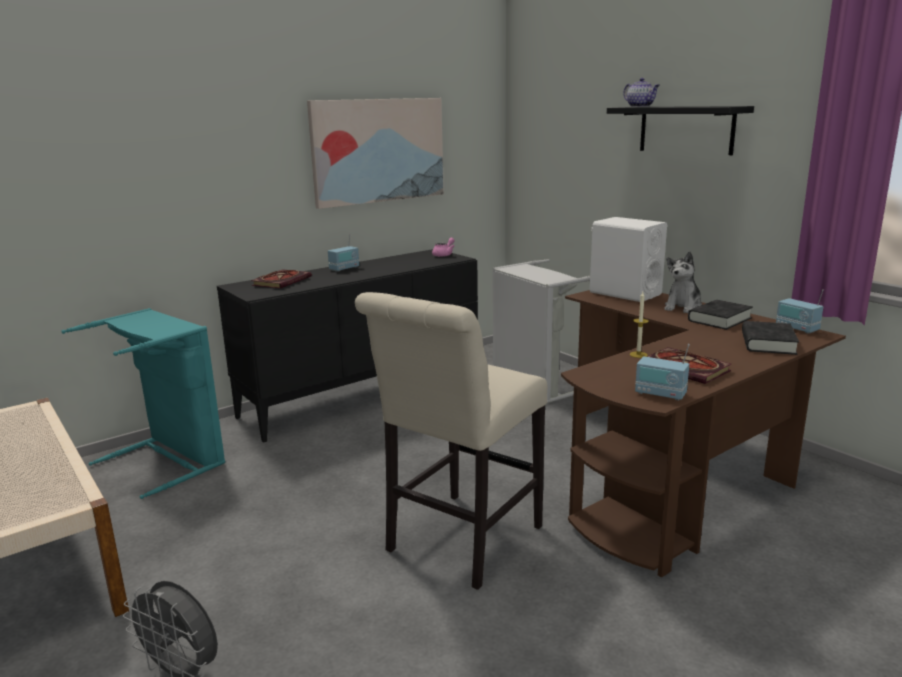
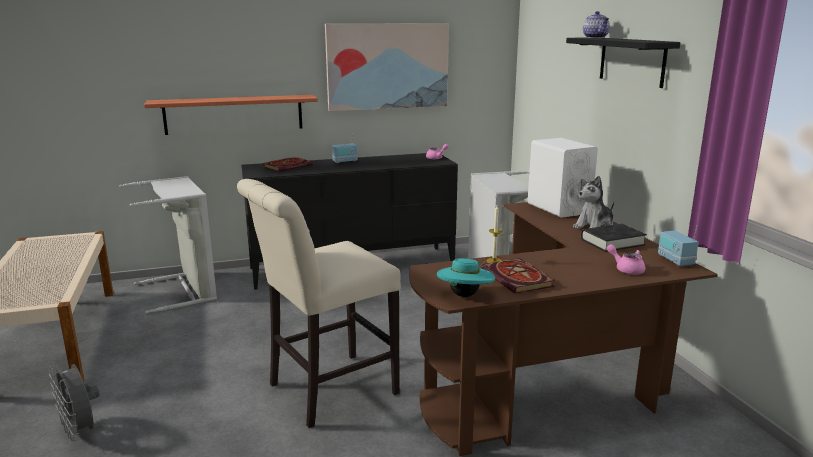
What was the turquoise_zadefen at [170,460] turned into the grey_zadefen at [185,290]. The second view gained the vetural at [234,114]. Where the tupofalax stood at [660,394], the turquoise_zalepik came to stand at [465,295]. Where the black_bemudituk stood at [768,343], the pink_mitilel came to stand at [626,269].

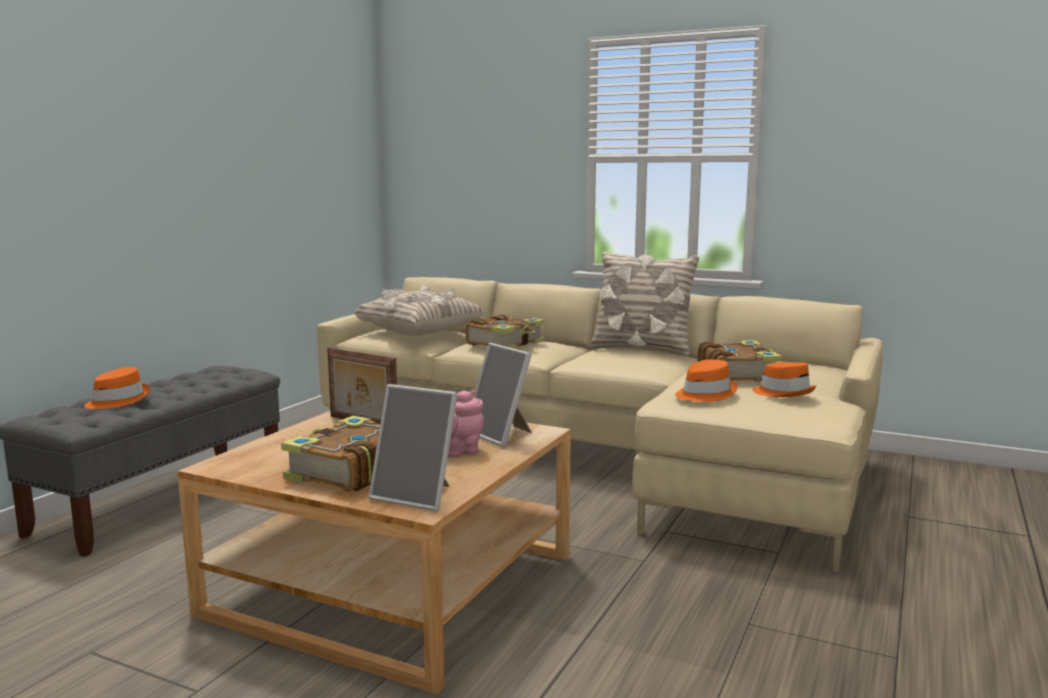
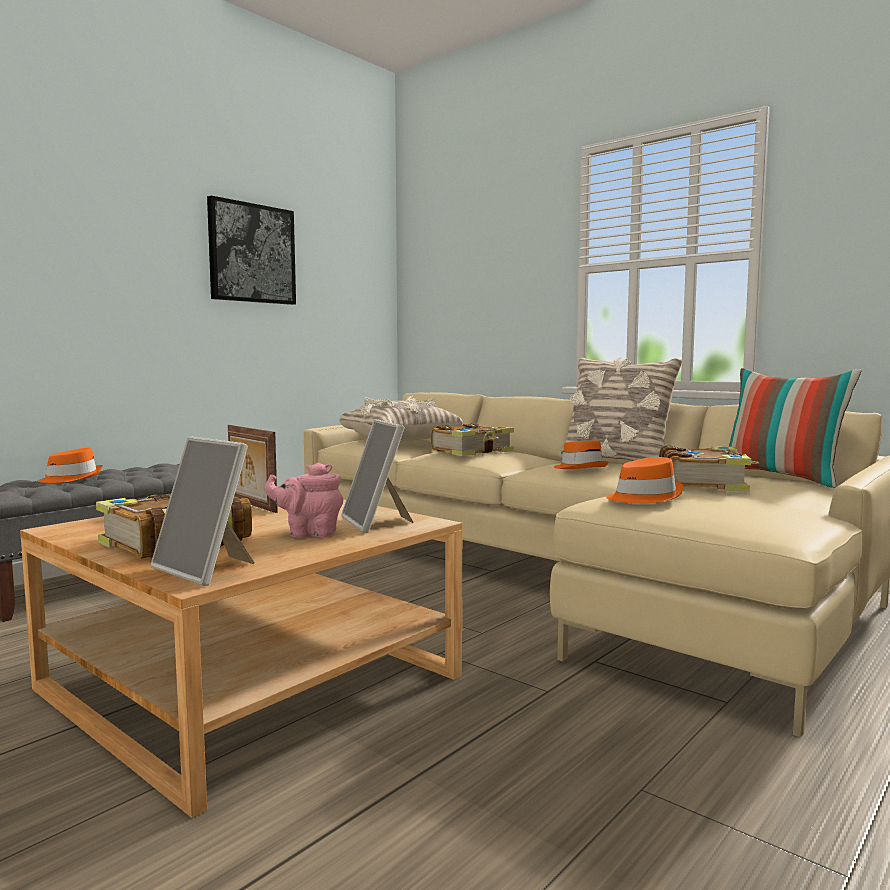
The second view gained the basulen at [251,253]. The orange_zalepik ended up elsewhere, having gone from [783,392] to [580,468]. The second view gained the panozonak at [782,478].

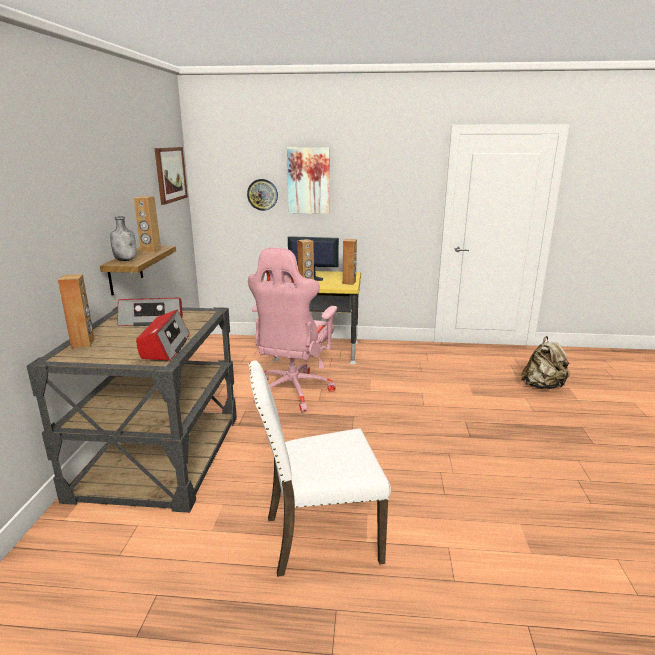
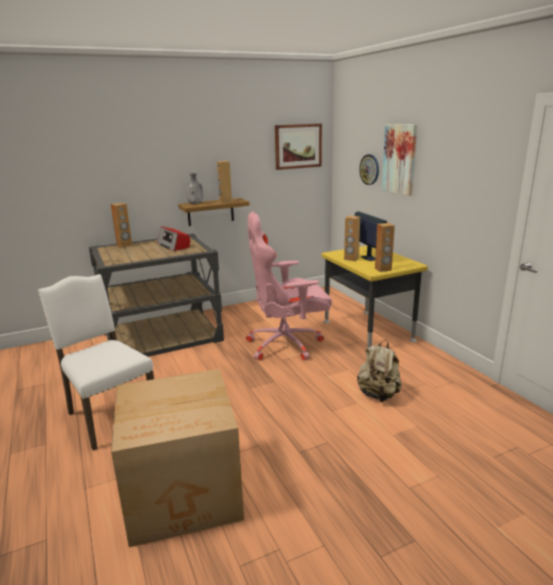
The second view gained the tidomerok at [185,492]. The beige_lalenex ended up elsewhere, having gone from [543,386] to [378,395]. The second view lost the tupofalax at [165,346].

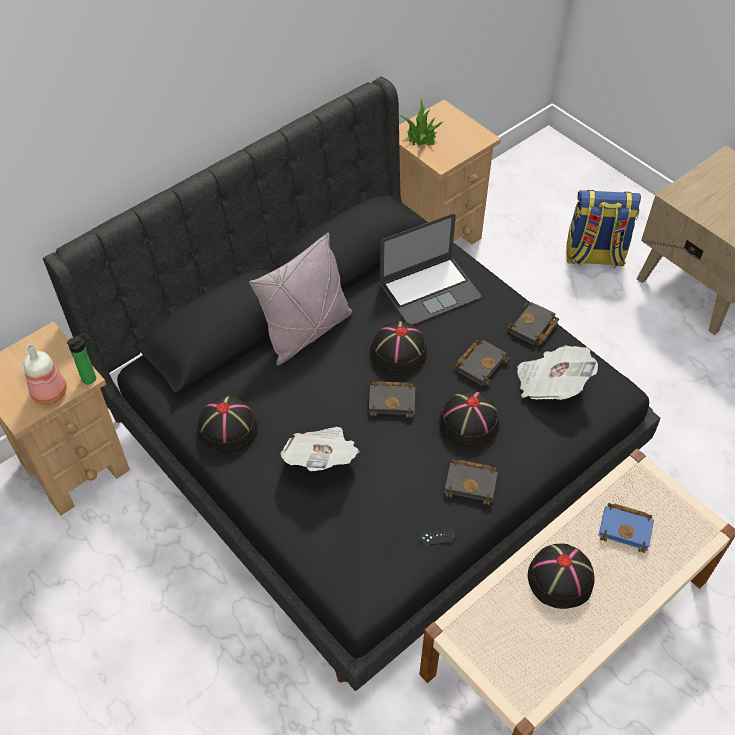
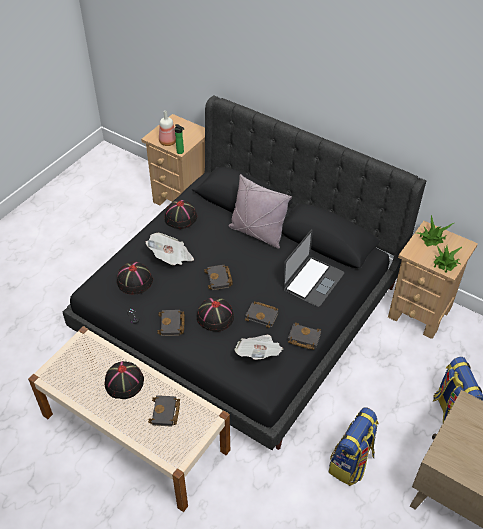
The black_zalepik ended up elsewhere, having gone from [398,352] to [134,280]. What was the blue_bemudituk at [627,528] turned into the black_bemudituk at [165,413]. The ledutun at [430,290] ended up facing another way, 105 degrees counterclockwise from before. The second view gained the lalenex at [351,463]. The second view gained the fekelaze at [445,263].

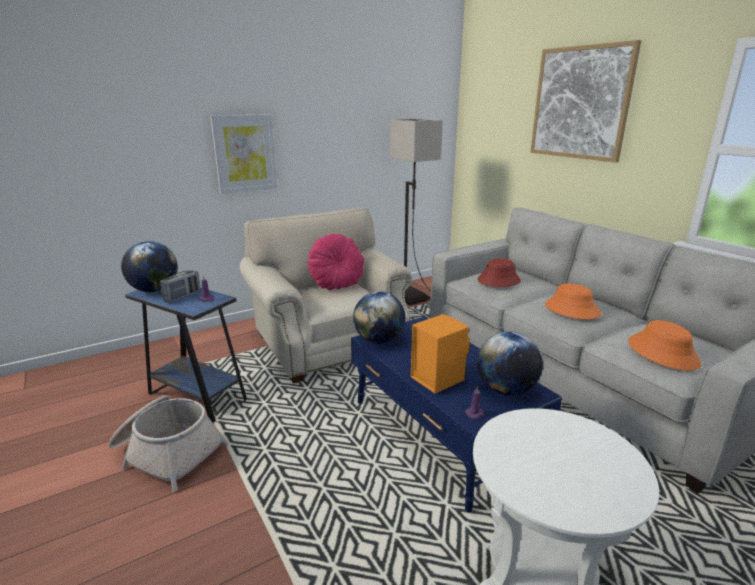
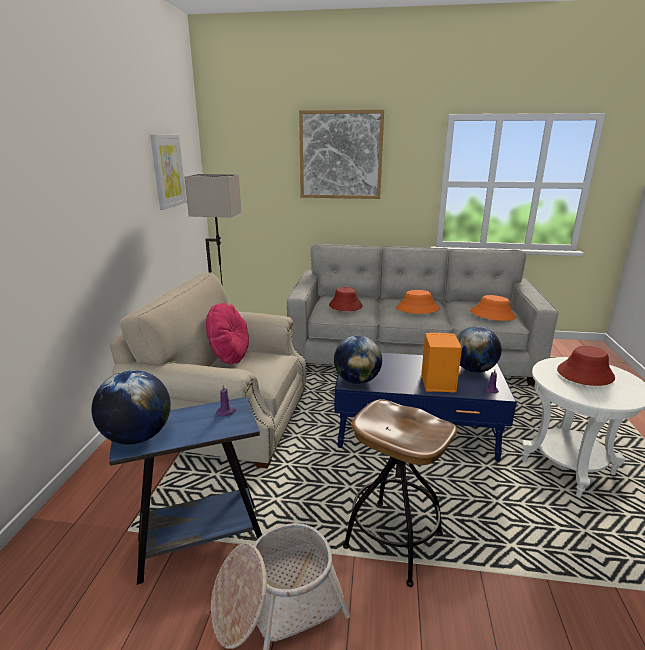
The basulen ended up elsewhere, having gone from [245,153] to [168,171]. The second view gained the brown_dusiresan at [393,540]. The second view gained the red_zalepik at [584,374]. The second view lost the tupofalax at [182,297].

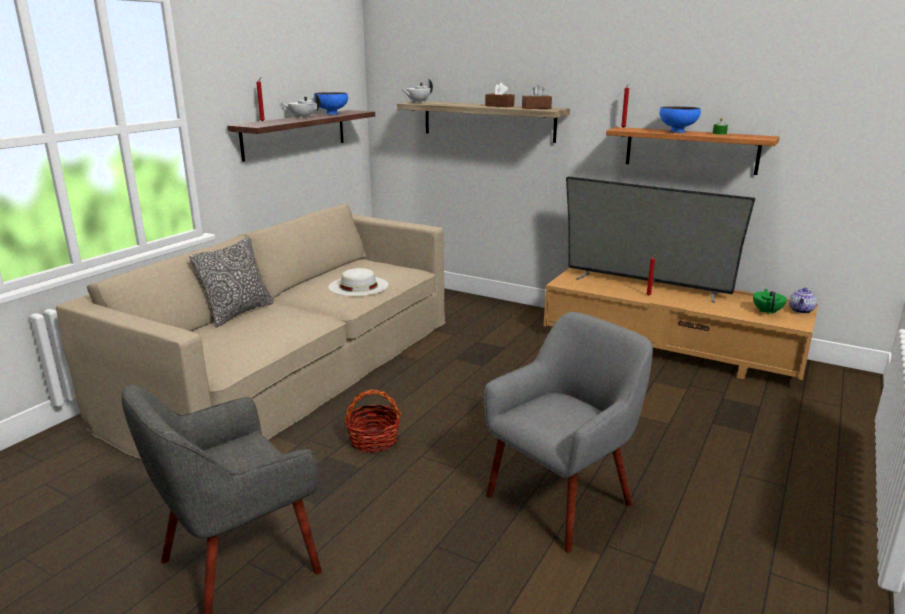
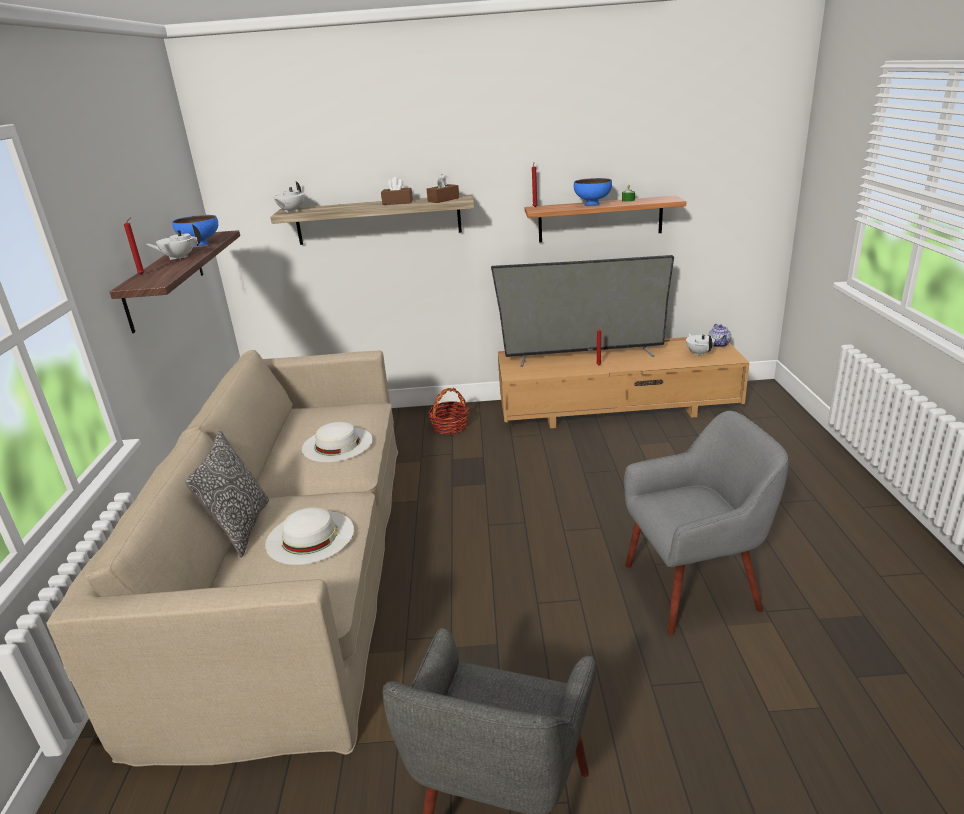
The second view gained the white_zalepik at [310,536]. The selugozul ended up elsewhere, having gone from [373,440] to [450,427]. The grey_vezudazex at [561,500] ended up facing another way, 60 degrees clockwise from before. What was the green_mitilel at [767,311] turned into the white_mitilel at [699,353].

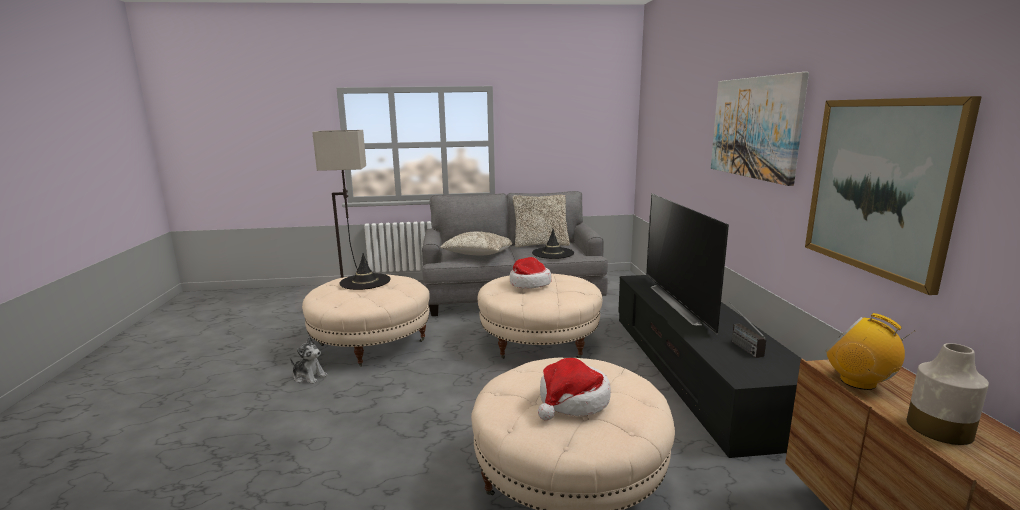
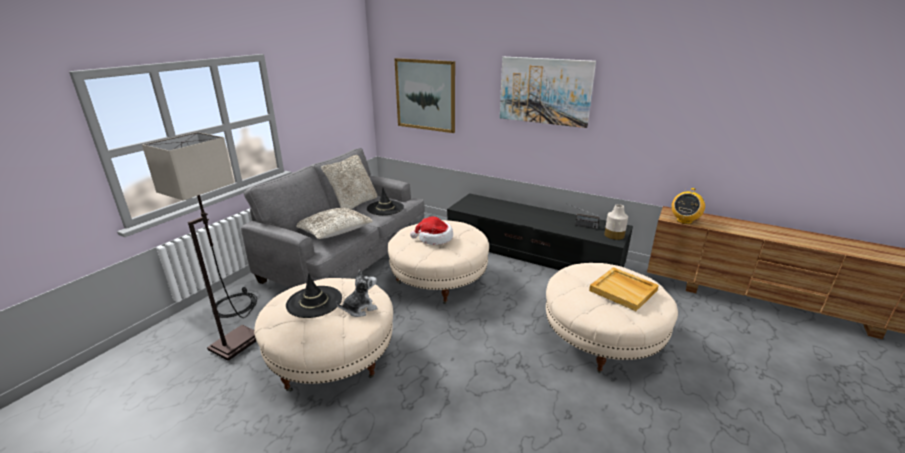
The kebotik ended up elsewhere, having gone from [309,377] to [359,309]. The basulen ended up elsewhere, having gone from [879,186] to [425,95]. Where the zalepik stood at [573,401], the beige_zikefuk came to stand at [624,290]. The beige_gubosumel ended up elsewhere, having gone from [938,428] to [614,235]. The tupofalax at [858,382] ended up facing another way, 45 degrees counterclockwise from before. The second view lost the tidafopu at [682,303].

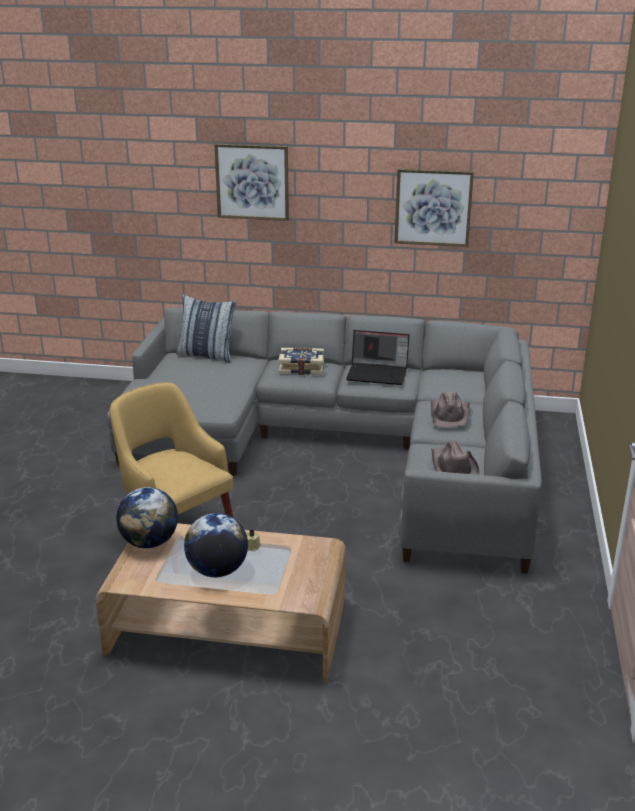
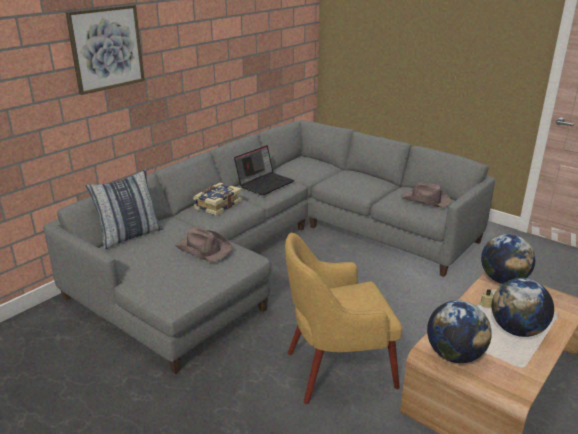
The brown_zalepik ended up elsewhere, having gone from [450,414] to [203,248]. The second view gained the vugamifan at [503,280]. The second view lost the basulen at [433,207].

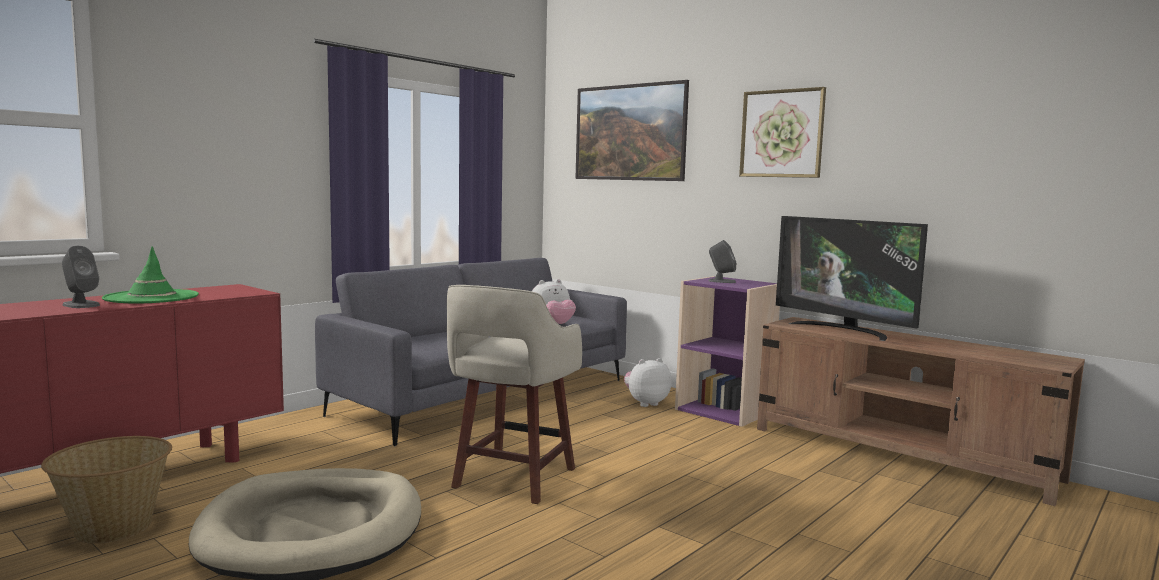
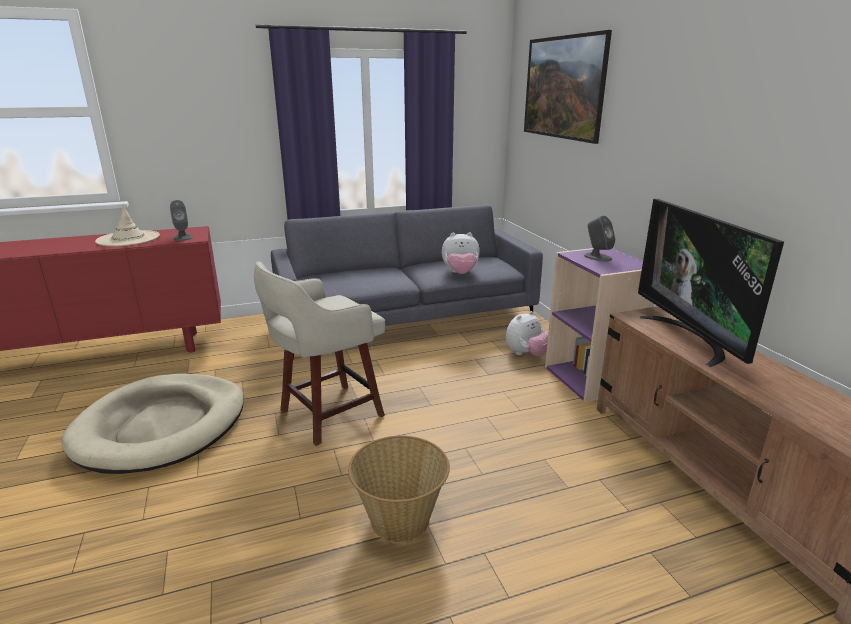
What was the green_zalepik at [151,297] turned into the beige_zalepik at [128,239]. The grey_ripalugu ended up elsewhere, having gone from [81,305] to [183,237]. The selugozul ended up elsewhere, having gone from [113,528] to [400,521]. The kebotik at [645,403] ended up facing another way, 135 degrees clockwise from before. The second view lost the basulen at [782,133].

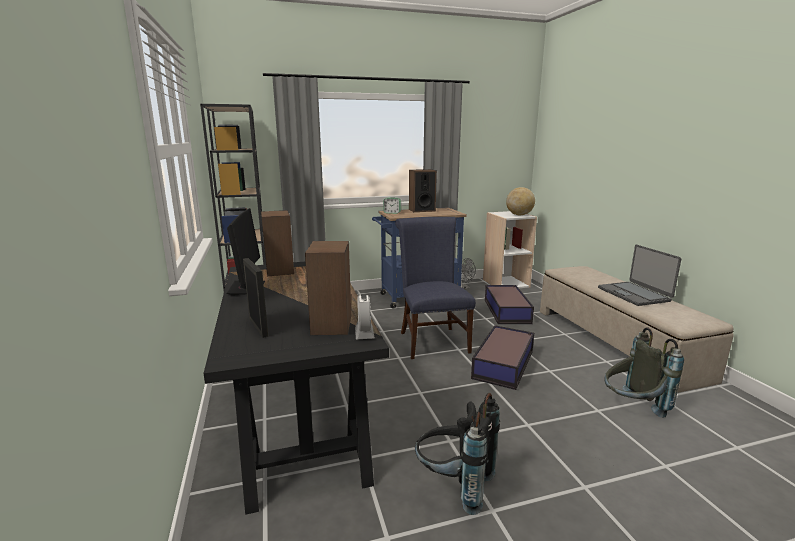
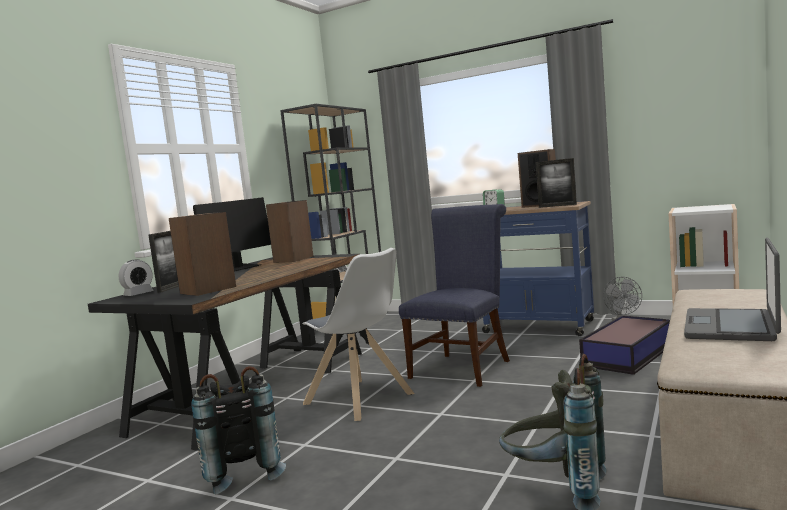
The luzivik ended up elsewhere, having gone from [364,333] to [138,294]. The second view gained the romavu at [360,400]. The second view gained the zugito at [557,206]. The second view lost the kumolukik at [504,364]. The second view lost the vugamifan at [519,215].

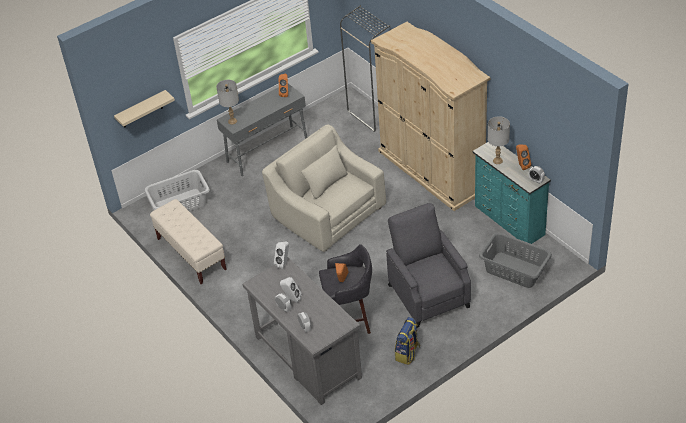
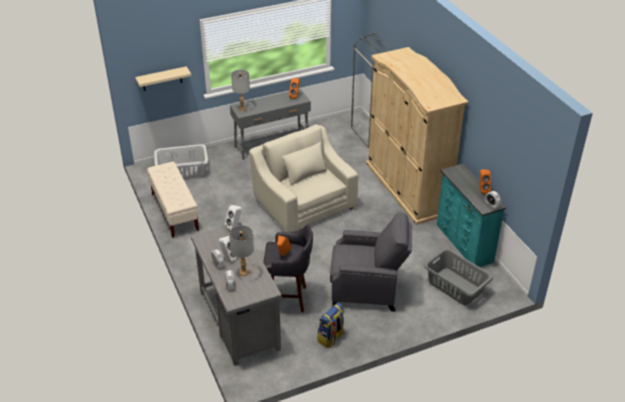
The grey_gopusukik ended up elsewhere, having gone from [497,161] to [243,272]. The grey_vezudazex at [427,293] ended up facing another way, 105 degrees clockwise from before.

